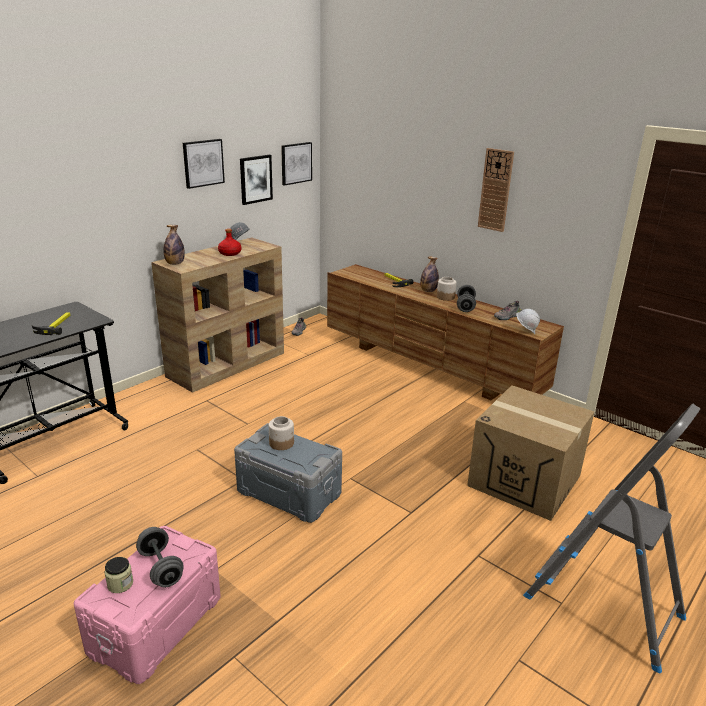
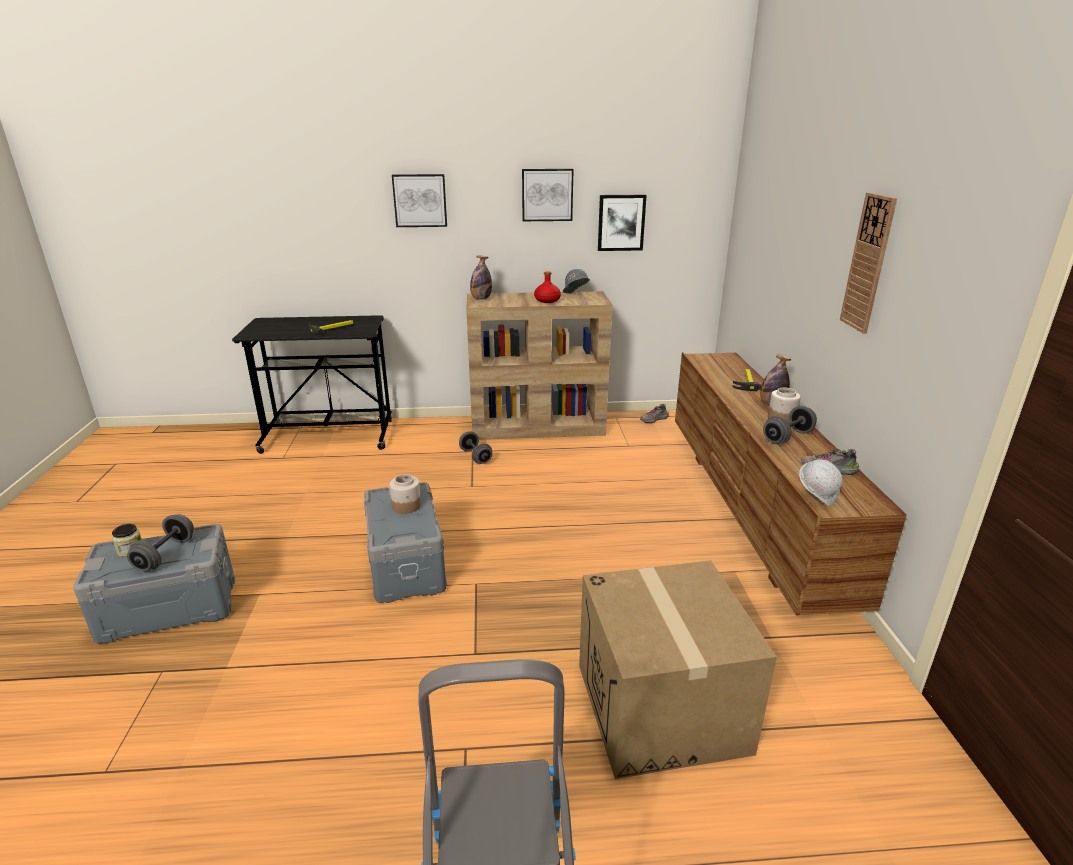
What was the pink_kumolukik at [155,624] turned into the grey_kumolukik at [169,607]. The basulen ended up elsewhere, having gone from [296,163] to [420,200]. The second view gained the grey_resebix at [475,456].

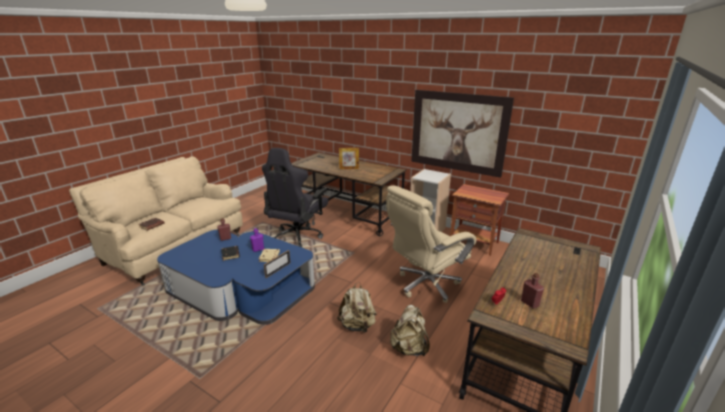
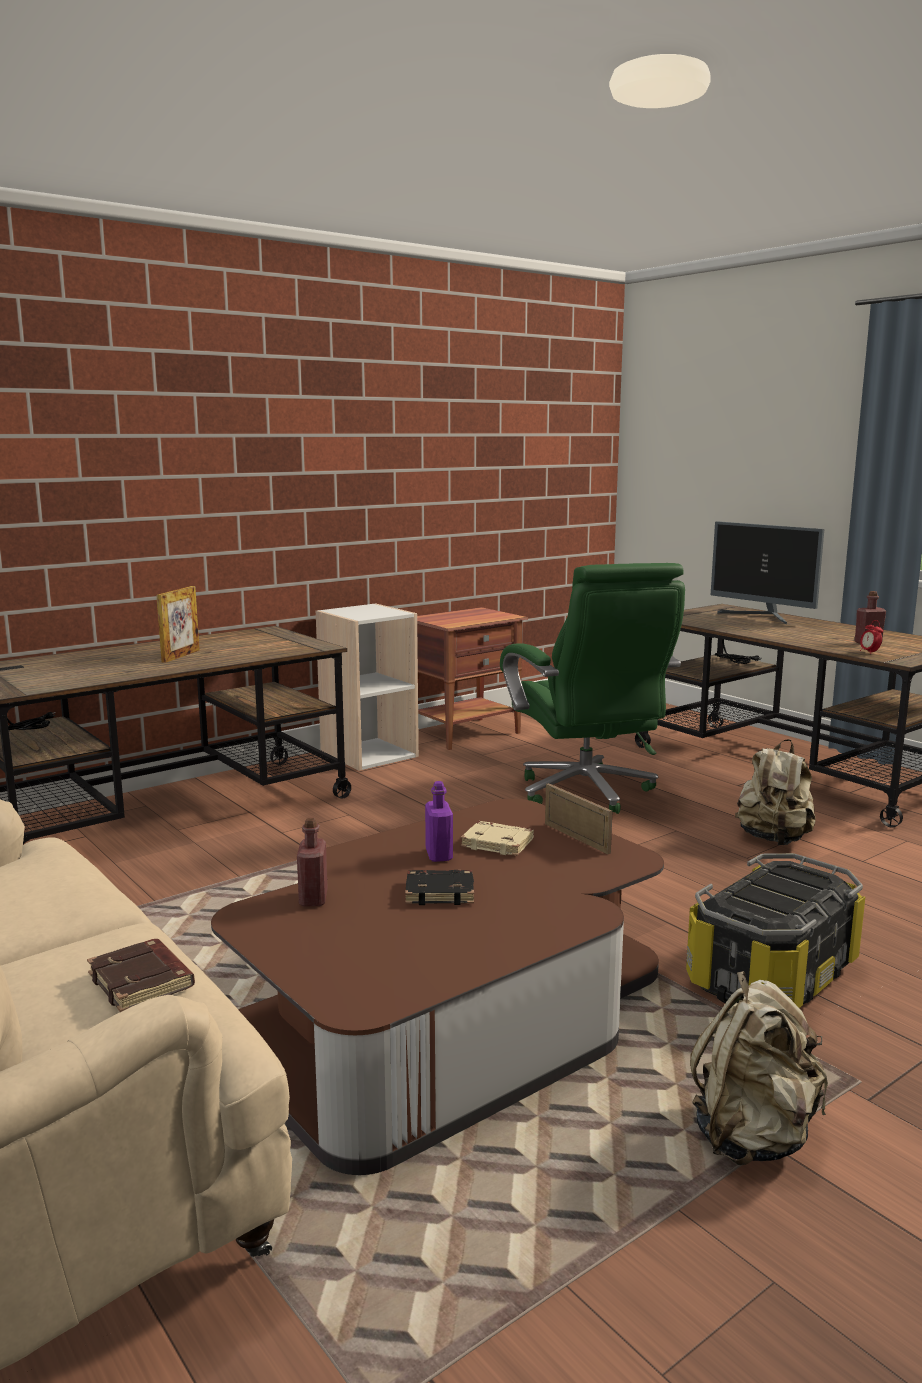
What was the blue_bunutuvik at [240,287] turned into the brown_bunutuvik at [451,1004]. What was the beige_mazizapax at [425,286] turned into the green_mazizapax at [588,795]. The second view gained the kumolukik at [773,975]. The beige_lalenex ended up elsewhere, having gone from [357,325] to [753,1137]. The second view gained the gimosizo at [762,617]. The second view lost the black_mazizapax at [298,236]. The second view lost the basulen at [458,132].

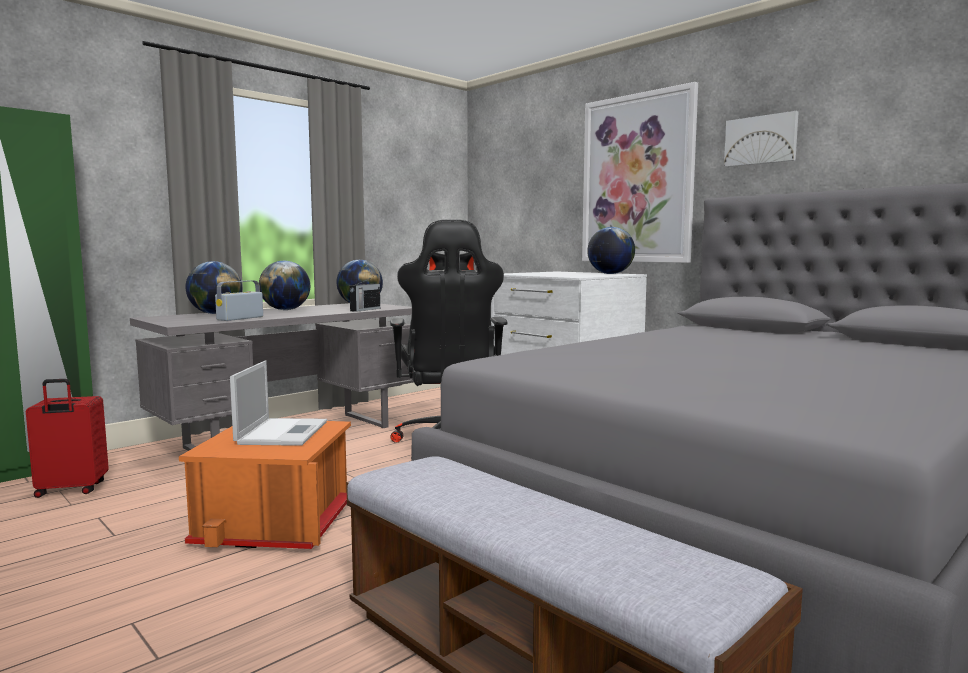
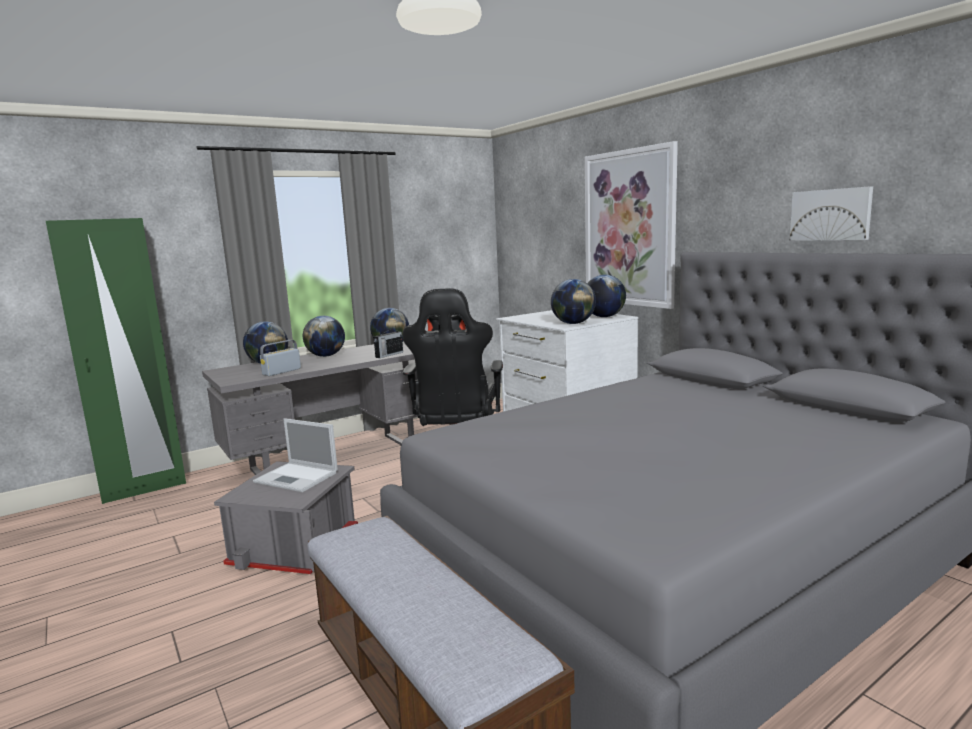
What was the orange_kumolukik at [278,521] turned into the grey_kumolukik at [297,545]. The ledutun at [283,432] ended up facing another way, 105 degrees clockwise from before. The second view gained the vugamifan at [573,323]. The basulen ended up elsewhere, having gone from [761,140] to [831,214]. The second view lost the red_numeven at [71,490].

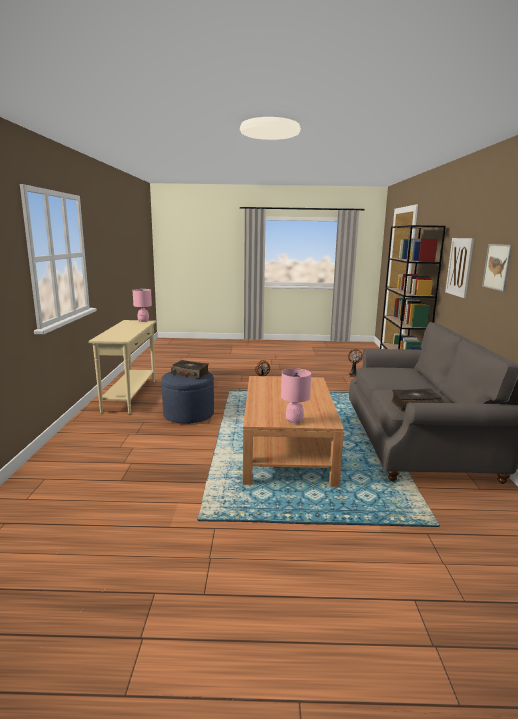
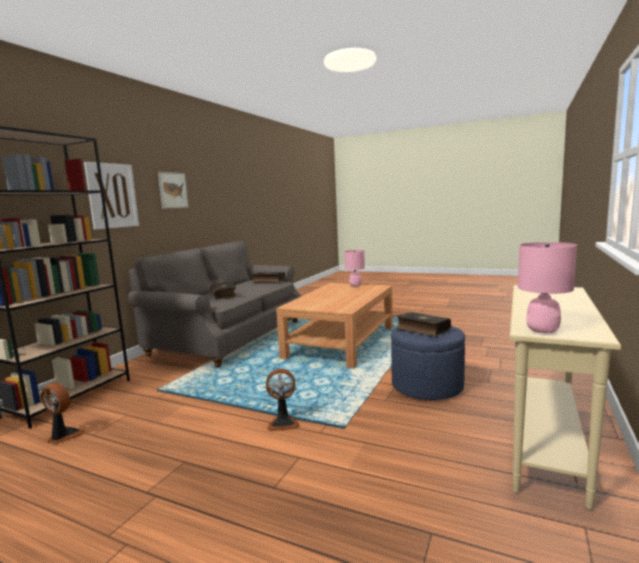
The second view gained the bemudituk at [224,295].

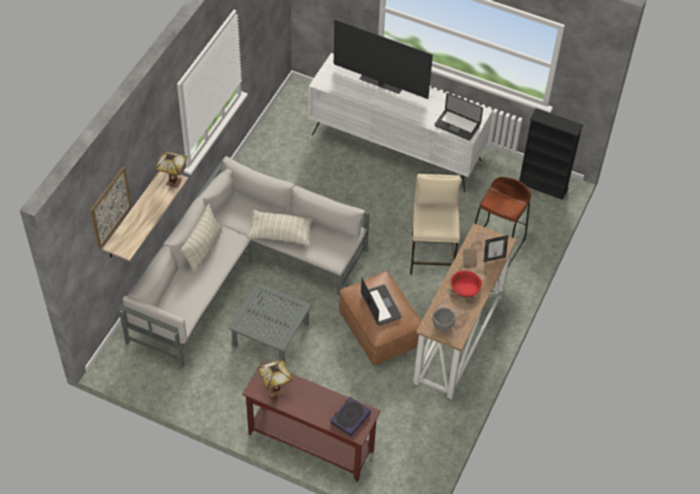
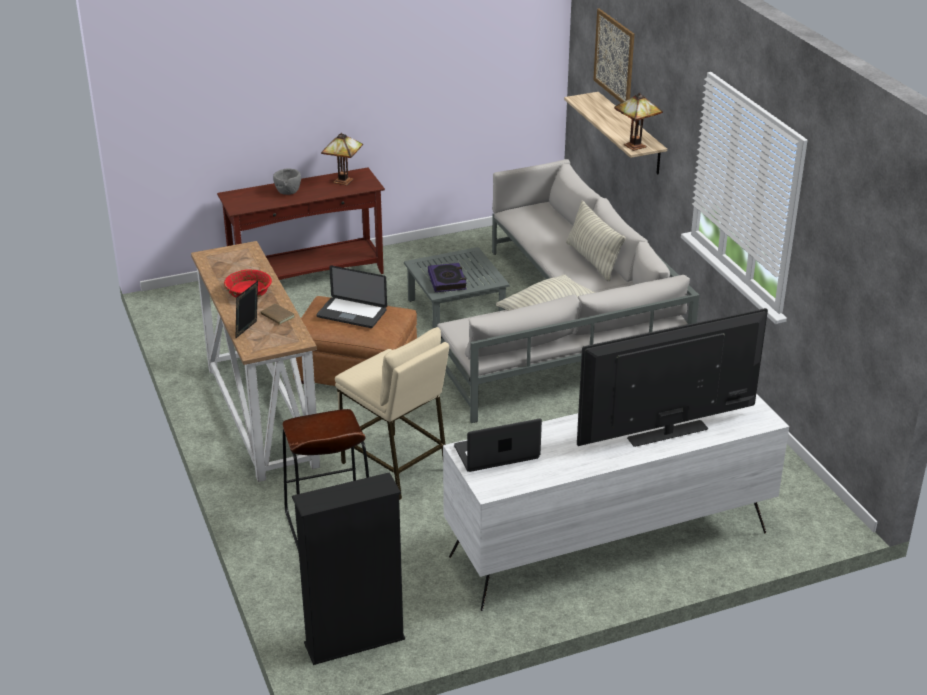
The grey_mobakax ended up elsewhere, having gone from [442,325] to [288,191]. The bemudituk ended up elsewhere, having gone from [350,418] to [447,281].

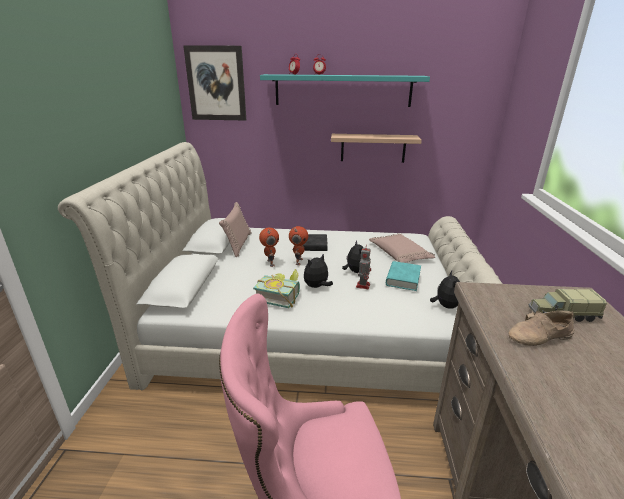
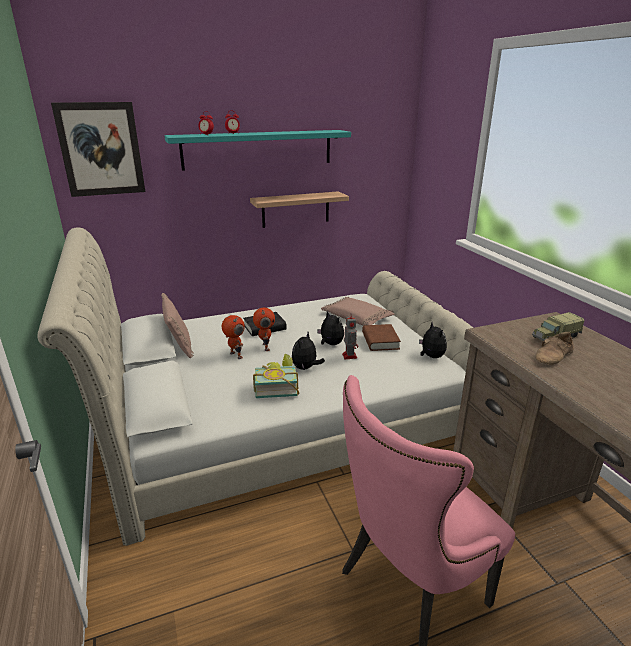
What was the turquoise_bemudituk at [403,279] turned into the brown_bemudituk at [380,341].

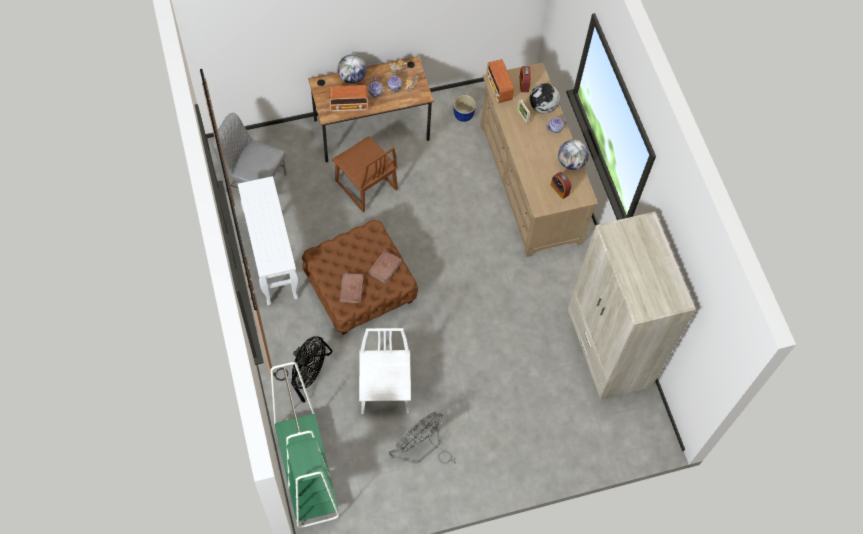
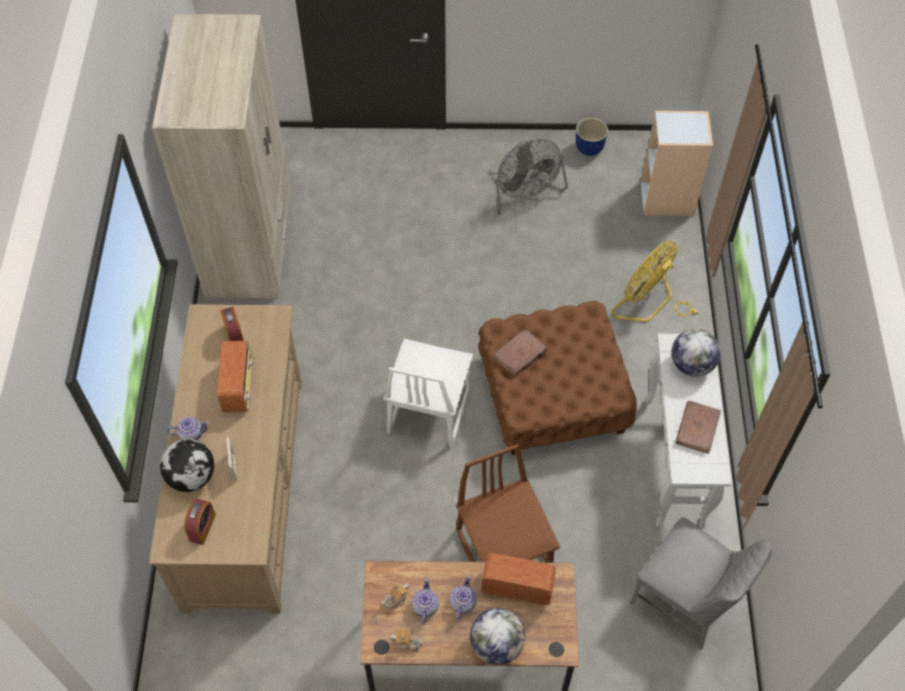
The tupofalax ended up elsewhere, having gone from [498,89] to [238,386]. The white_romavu ended up elsewhere, having gone from [385,389] to [428,410]. The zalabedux ended up elsewhere, having gone from [463,116] to [589,148]. What was the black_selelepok at [304,375] turned into the yellow_selelepok at [652,301]. Where the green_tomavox stood at [306,471], the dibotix came to stand at [667,199]. The vugamifan ended up elsewhere, having gone from [571,163] to [691,365]. The brown_bemudituk ended up elsewhere, having gone from [351,289] to [697,428].

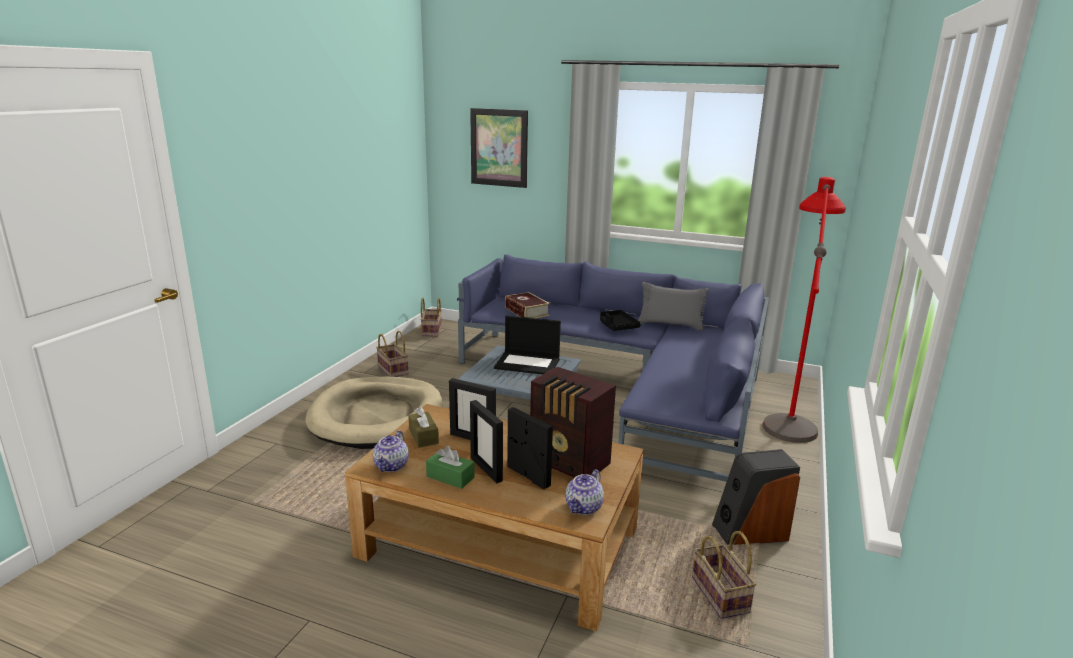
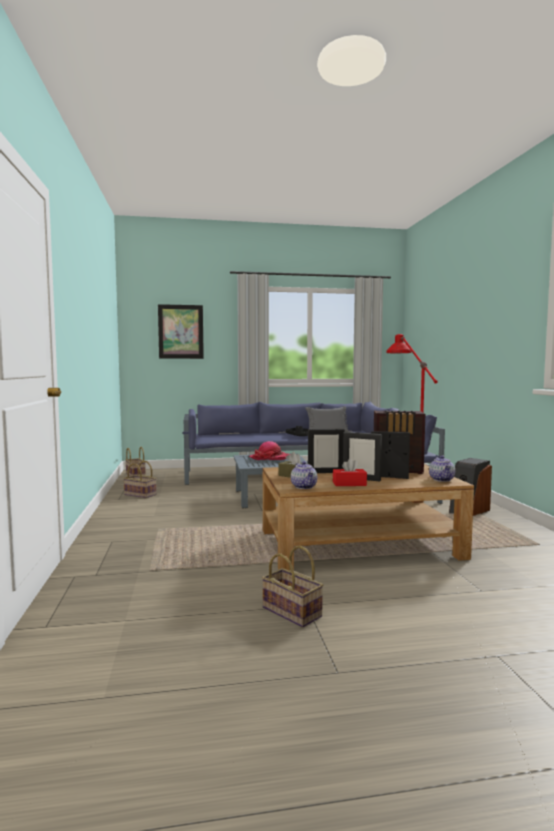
Where the ledutun stood at [528,363], the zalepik came to stand at [270,458]. The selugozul ended up elsewhere, having gone from [722,595] to [293,612]. What was the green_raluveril at [450,477] turned into the red_raluveril at [349,484]. The second view lost the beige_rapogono at [377,417]. The second view lost the bemudituk at [526,311].

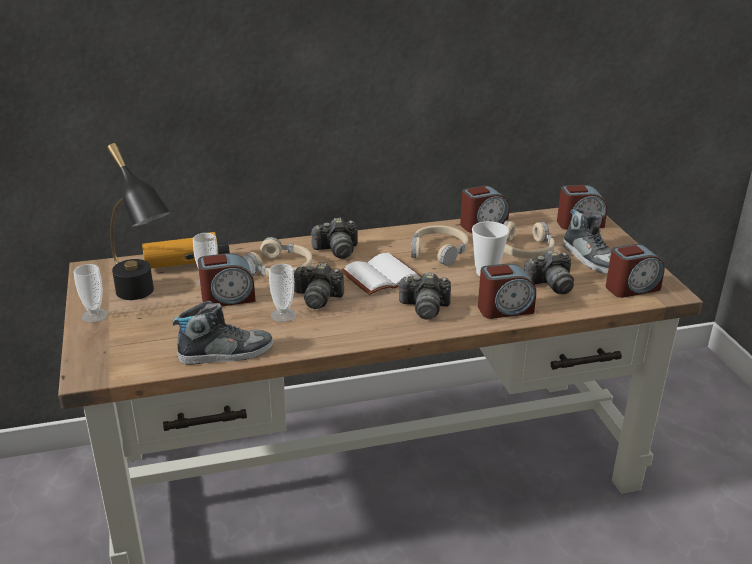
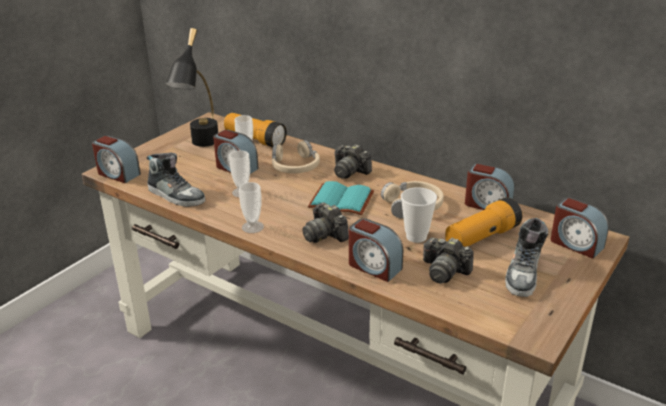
The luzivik ended up elsewhere, having gone from [631,288] to [118,174]. The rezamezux ended up elsewhere, having gone from [94,315] to [252,227]. What was the white_bemudituk at [380,275] turned into the turquoise_bemudituk at [342,200]. Where the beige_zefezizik stood at [524,249], the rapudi came to stand at [481,238]. The second view lost the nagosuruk at [317,298].

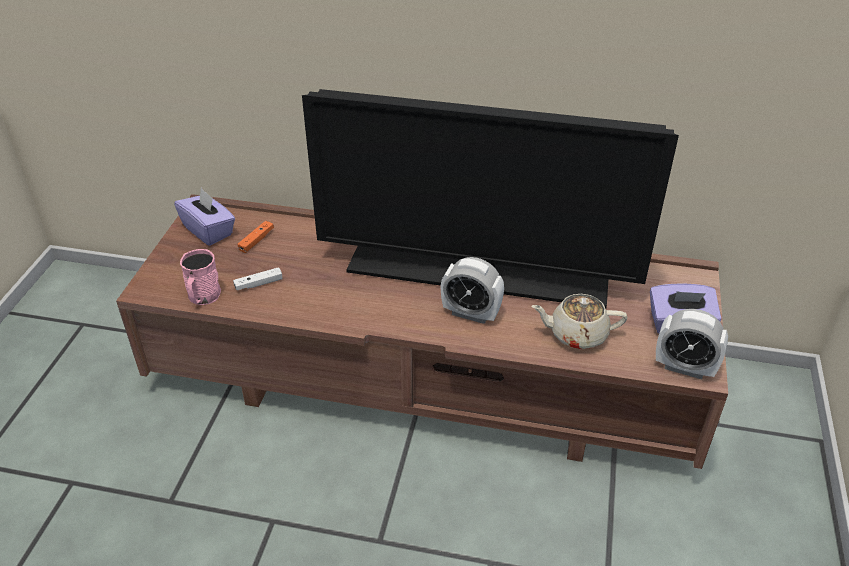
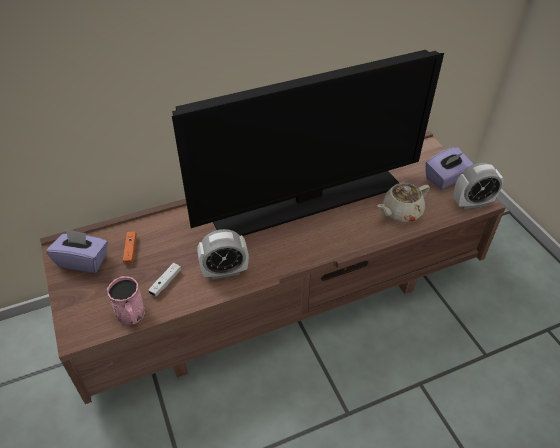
The luzivik ended up elsewhere, having gone from [471,313] to [225,271].

